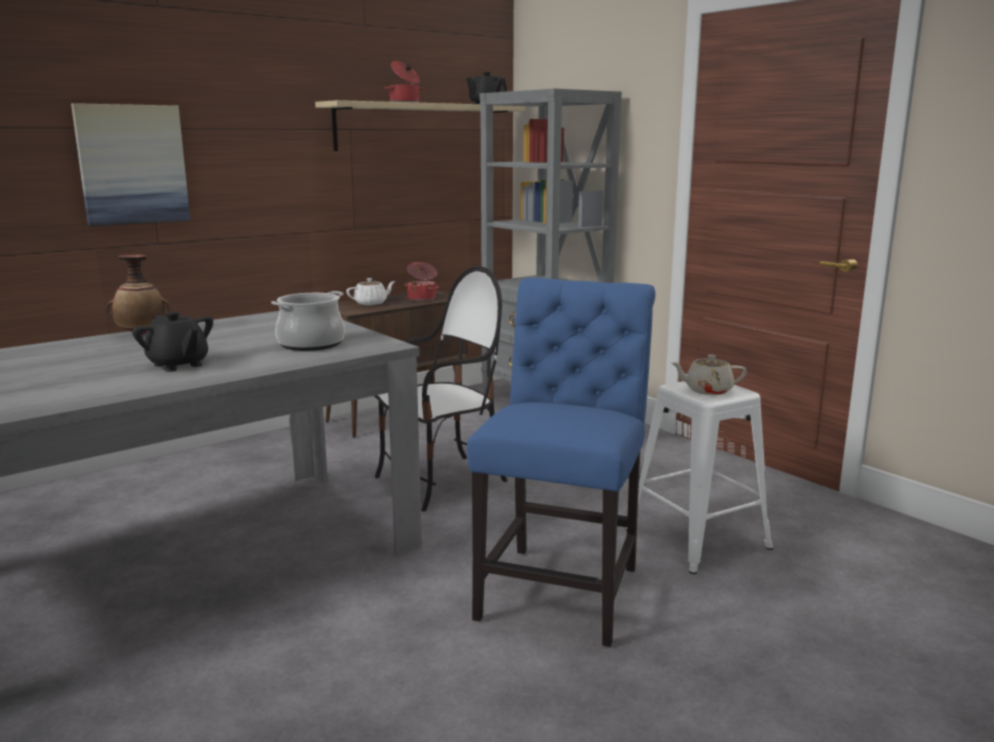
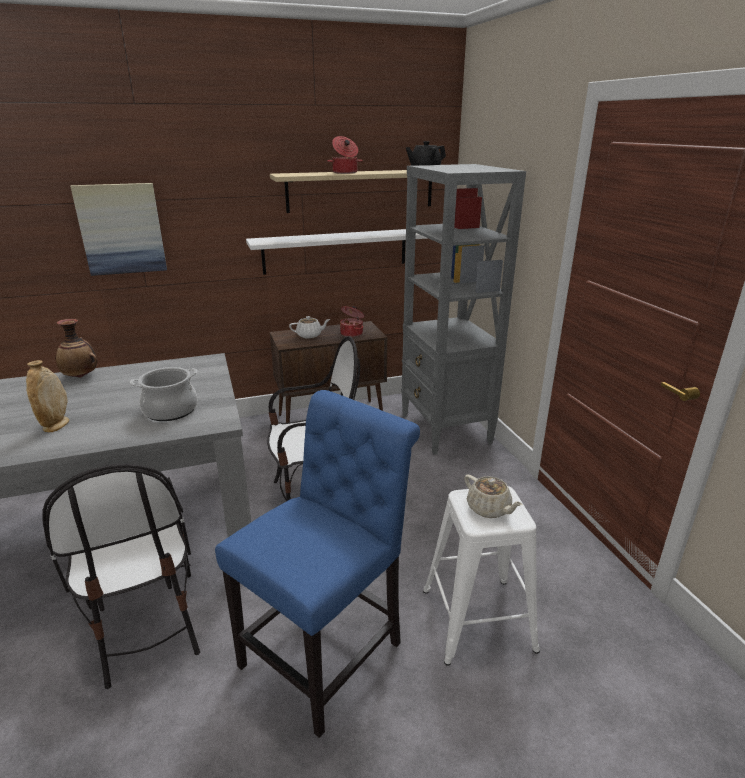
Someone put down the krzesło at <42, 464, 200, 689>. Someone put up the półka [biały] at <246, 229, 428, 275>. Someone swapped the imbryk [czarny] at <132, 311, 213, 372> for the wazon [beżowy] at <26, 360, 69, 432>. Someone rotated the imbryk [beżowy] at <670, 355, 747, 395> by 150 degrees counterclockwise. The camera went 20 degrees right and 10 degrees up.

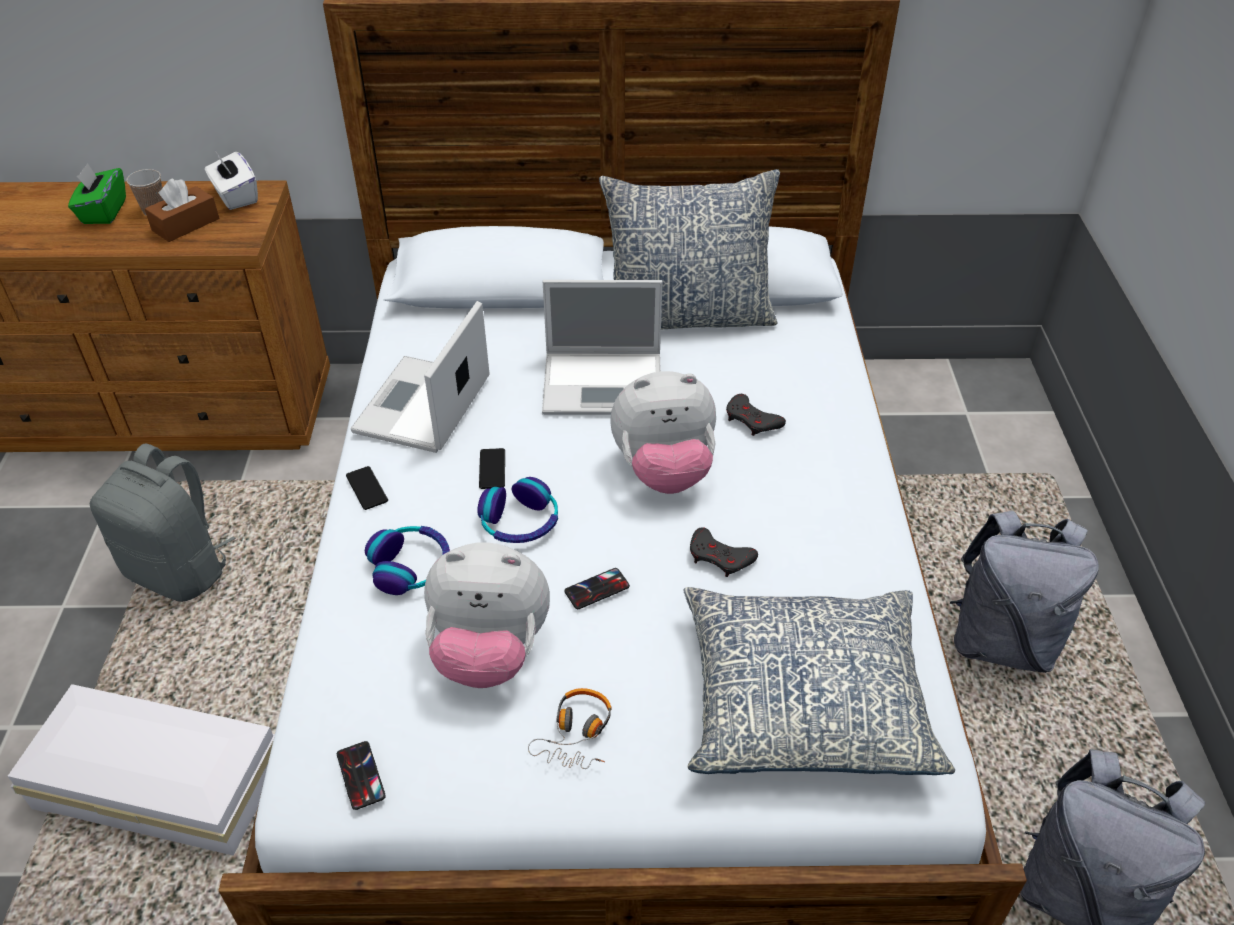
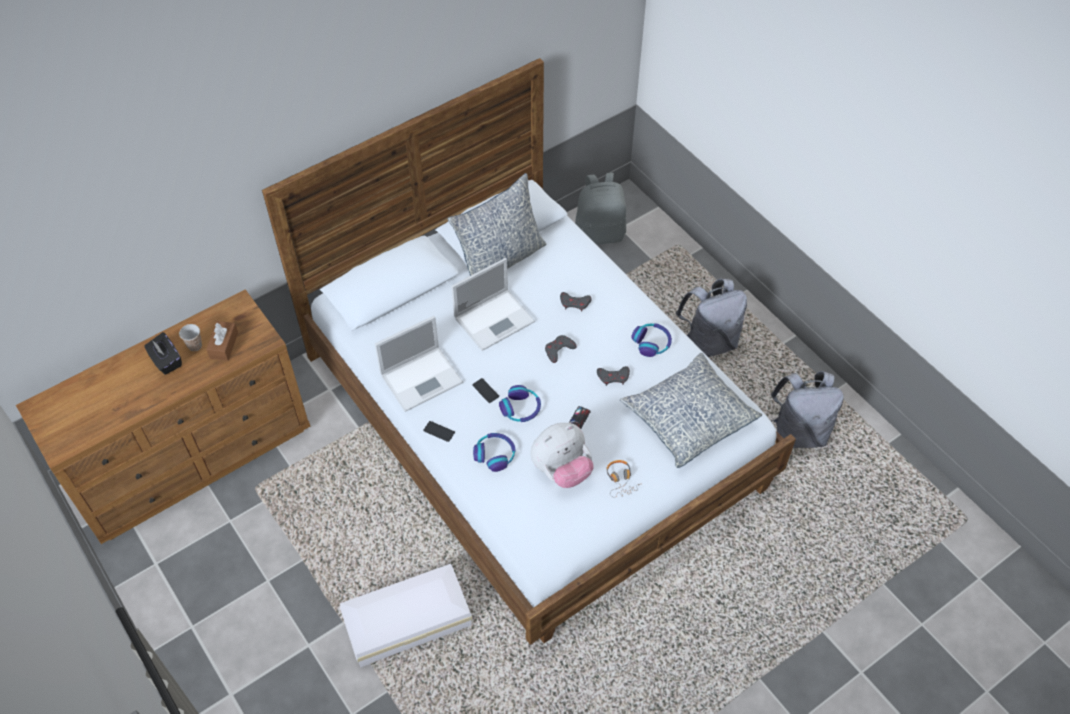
Someone took away the pudełko chusteczek [biały] at <205, 150, 258, 210>. Someone took away the telefon at <337, 741, 386, 810>. Someone put down the słuchawki at <631, 323, 672, 357>. Someone carried the plecak [szary] from <90, 443, 236, 602> to <575, 173, 626, 245>. Someone swapped the pluszak at <611, 371, 716, 494> for the pad do gier [szary] at <545, 335, 577, 363>. Someone repainted the pudełko chusteczek [zielony] at <68, 163, 126, 224>, which became the pudełko chusteczek [czarny] at <144, 332, 182, 375>. Someone rotated the laptop at <350, 301, 490, 453> by 105 degrees counterclockwise. The camera went 35 degrees left and 10 degrees up.

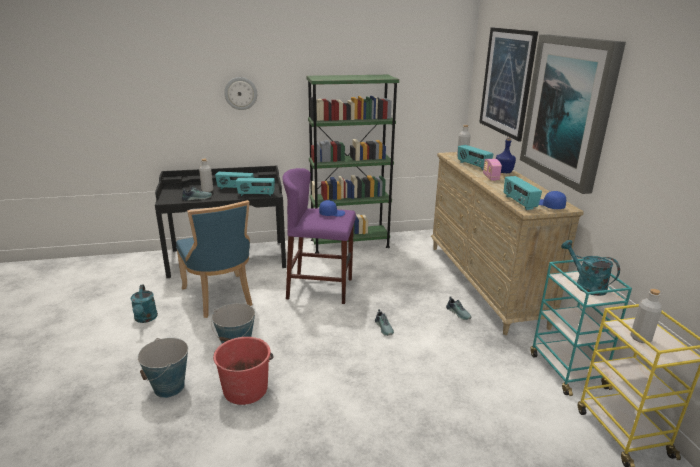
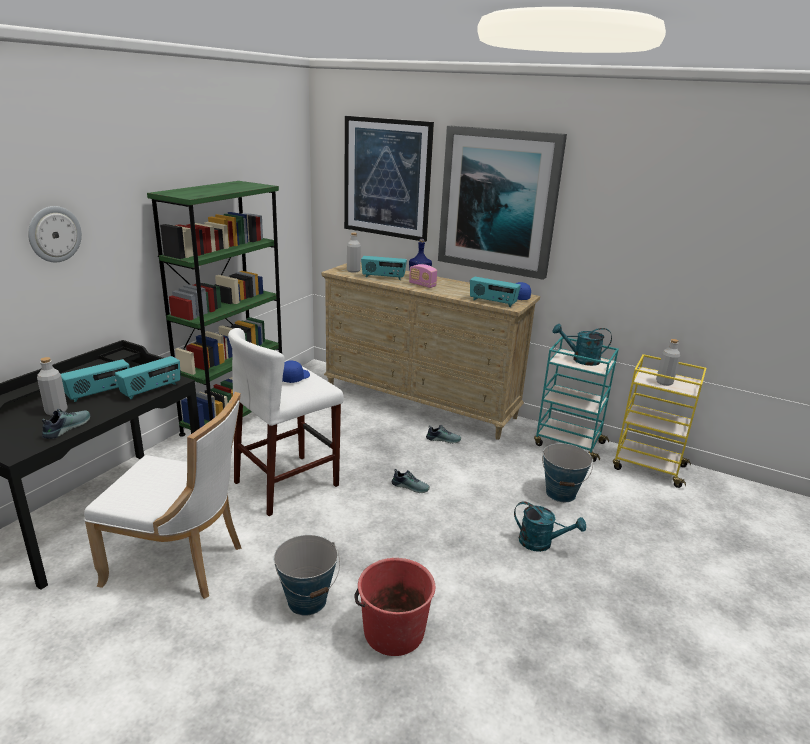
Someone carried the konewka [turkusowy] from <131, 284, 158, 323> to <514, 501, 586, 552>. Someone carried the wiadro from <138, 338, 188, 398> to <542, 443, 593, 502>. Someone repainted the krzesło [niebieski] at <176, 200, 253, 318>, which became the krzesło [biały] at <84, 392, 242, 599>. Someone repainted the stołek [fioletowy] at <282, 168, 356, 304>, which became the stołek [biały] at <228, 328, 344, 516>. The camera went 50 degrees left and 0 degrees up.

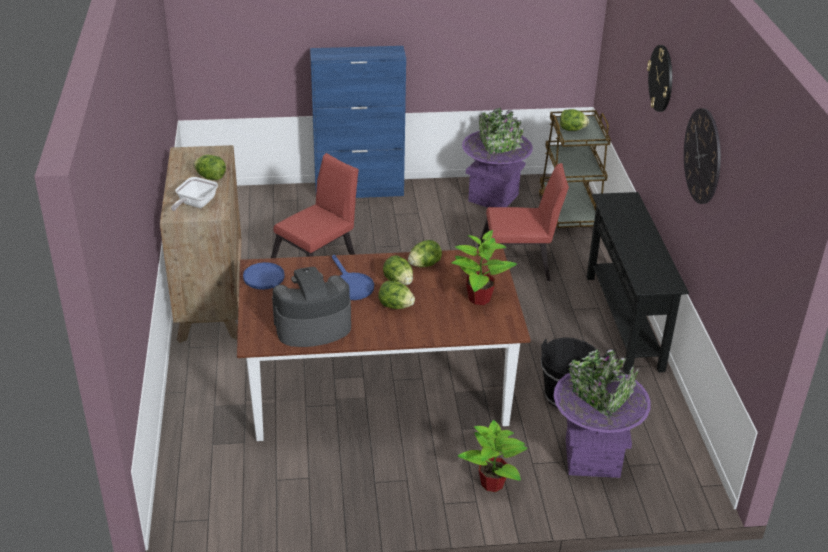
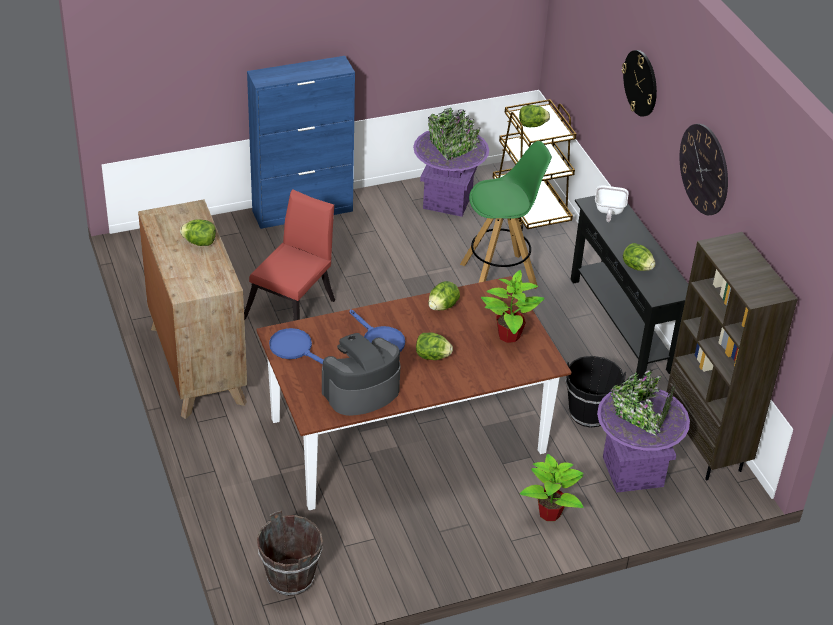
Someone put down the wiadro [brązowy] at <257, 511, 323, 596>. Someone put down the regał [brązowy] at <667, 232, 798, 480>. Someone carried the patelnia from <171, 177, 218, 211> to <595, 185, 629, 222>. Someone carried the sałata from <383, 255, 413, 285> to <623, 243, 656, 271>. Someone swapped the krzesło [czerwony] at <478, 163, 569, 281> for the stołek [zielony] at <460, 141, 552, 289>. The camera went 15 degrees left and 5 degrees up.

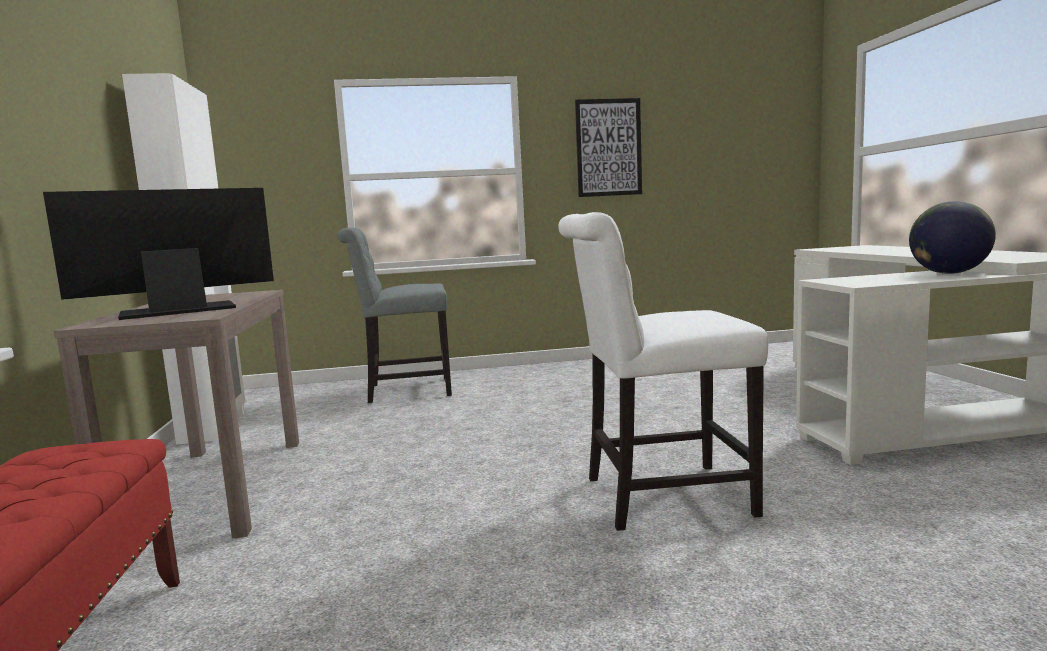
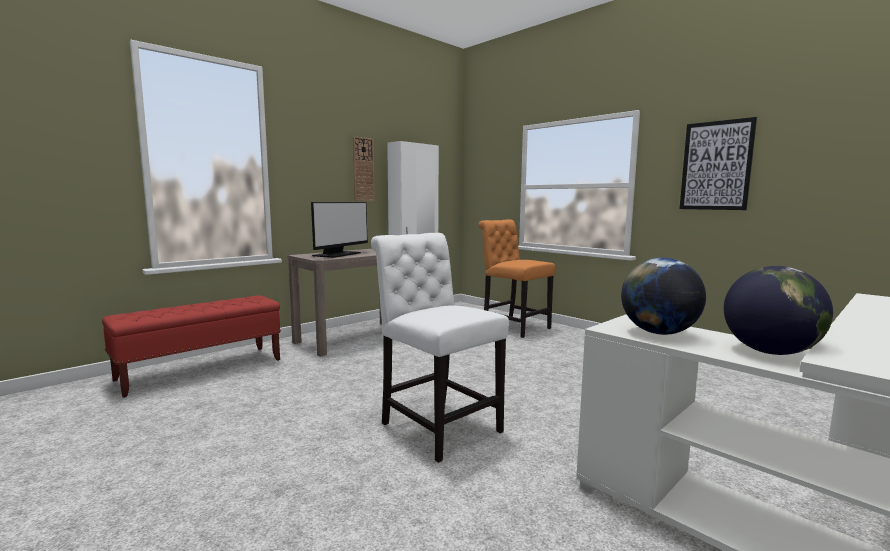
Someone put up the zegar ścienny at <353, 136, 375, 201>. Someone put down the globus at <621, 257, 706, 335>. Someone repainted the krzesło [szary] at <337, 228, 452, 403>, which became the krzesło [pomarańczowy] at <478, 220, 555, 338>. Someone rotated the monitor at <43, 188, 274, 320> by 90 degrees clockwise. The camera went 55 degrees right and 0 degrees up.

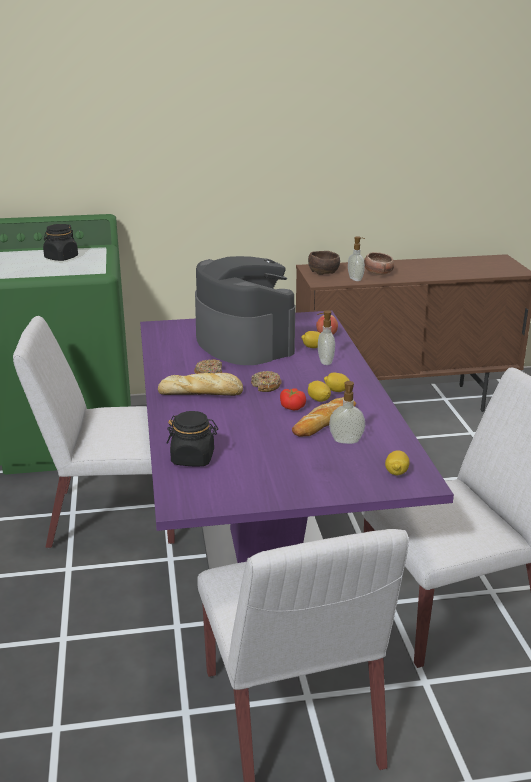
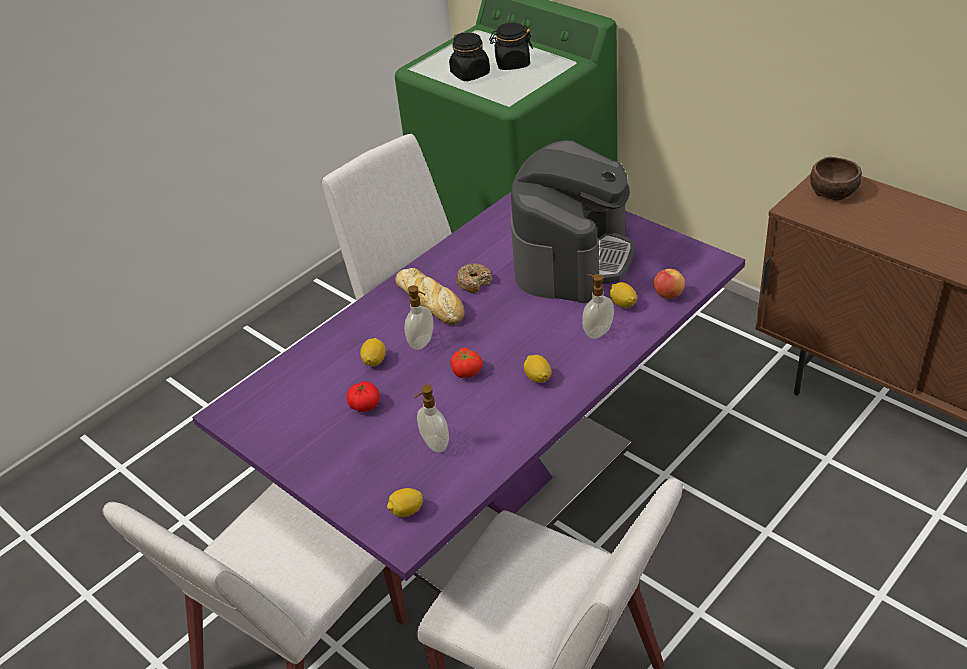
Someone took away the donut at <251, 371, 282, 392>. Someone took away the chleb at <292, 397, 356, 437>. Someone took away the miska at <364, 252, 394, 275>. Someone put down the pomidor at <347, 382, 380, 412>. Someone carried the słoik [czarny] from <167, 411, 218, 466> to <449, 33, 490, 81>. Someone carried the cytryna from <308, 381, 331, 402> to <360, 338, 386, 366>. Someone carried the dozownik mydła from <348, 236, 365, 281> to <404, 285, 433, 350>. The camera went 55 degrees right and 15 degrees up.

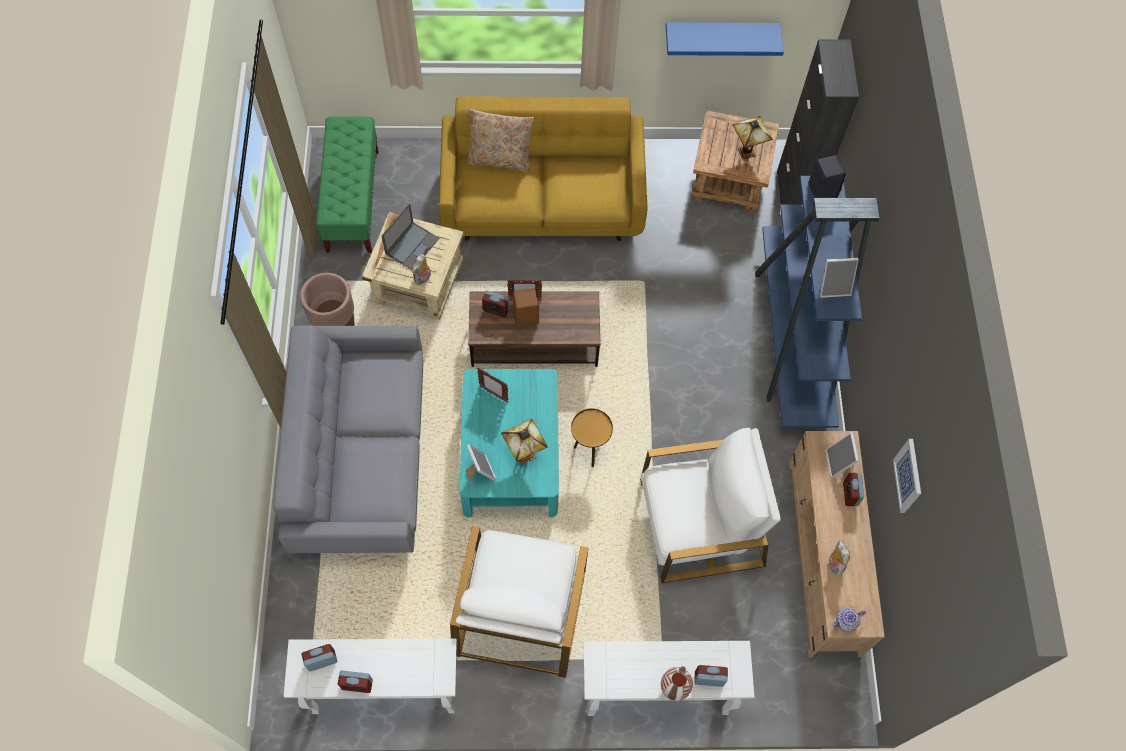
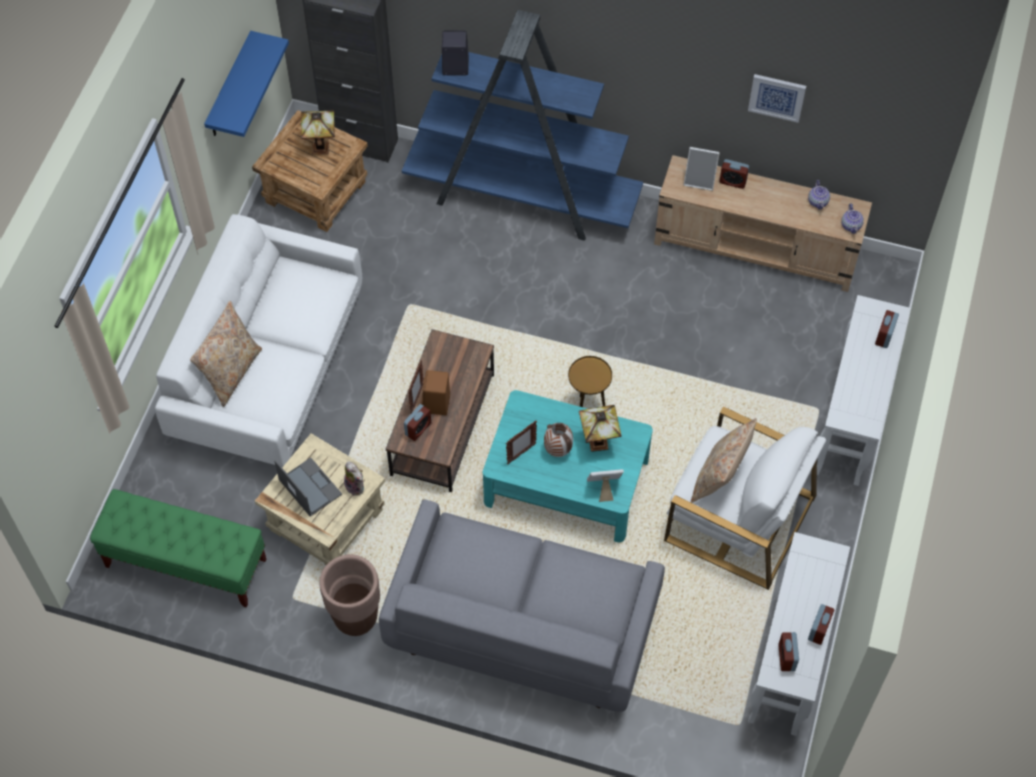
Someone took away the fotel [biały] at <640, 428, 781, 583>. Someone took away the ramka na zdjęcie at <820, 258, 859, 298>. Someone took away the pluszak at <829, 539, 850, 575>. Someone put down the poduszka [beżowy] at <691, 418, 757, 503>. Someone put down the imbryk at <808, 180, 830, 210>. Someone carried the wazon from <661, 666, 693, 701> to <544, 423, 573, 457>. Someone repainted the kanapa [żółty] at <439, 96, 648, 241>, which became the kanapa [biały] at <155, 214, 362, 467>. The camera went 70 degrees left and 5 degrees down.

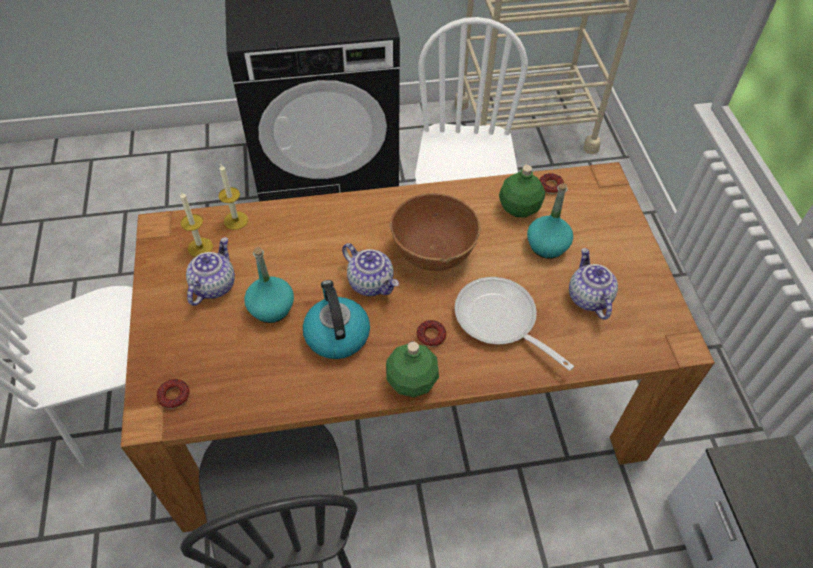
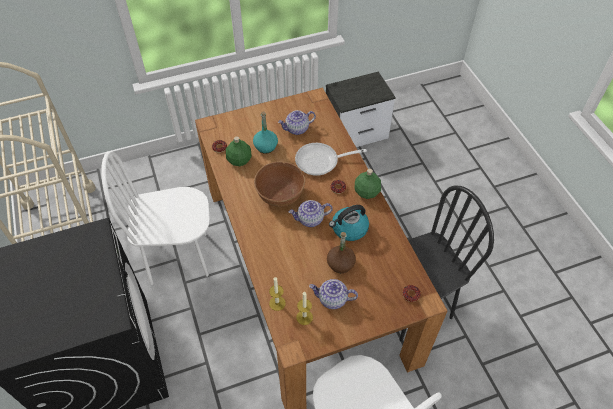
Someone repainted the butelka [turkusowy] at <244, 247, 294, 323>, which became the butelka [brązowy] at <327, 232, 356, 273>. Someone rotated the imbryk at <342, 243, 399, 296> by 135 degrees counterclockwise. Someone rotated the patelnia at <455, 277, 574, 371> by 45 degrees clockwise. The camera went 100 degrees left and 0 degrees up.

